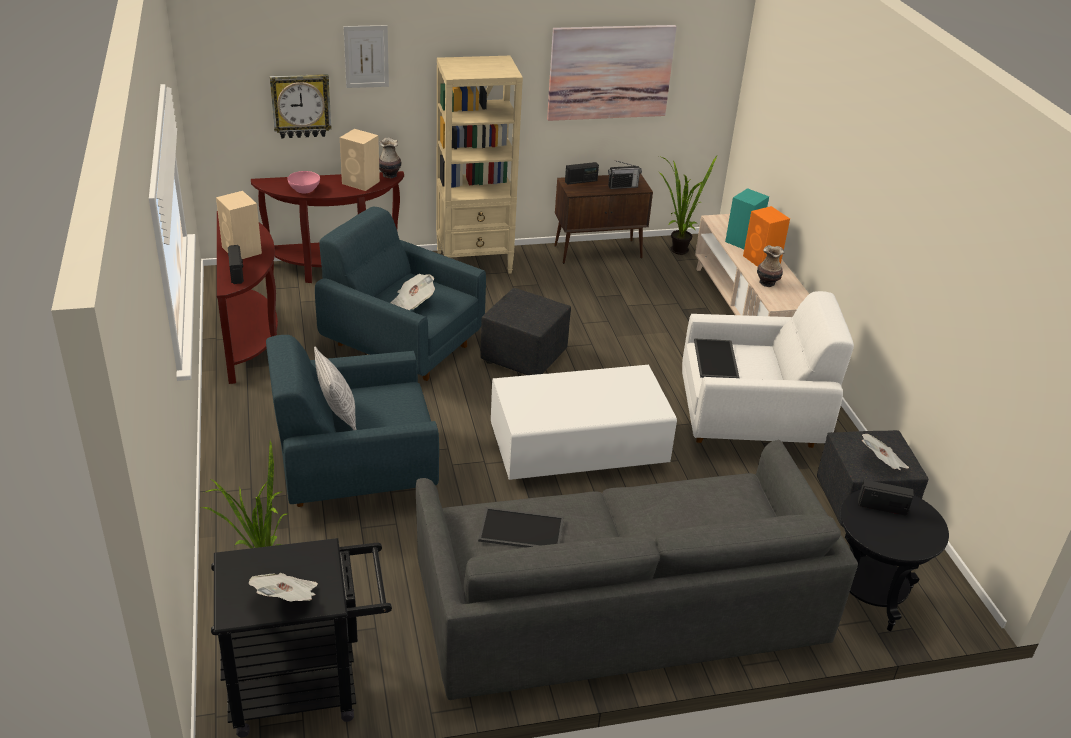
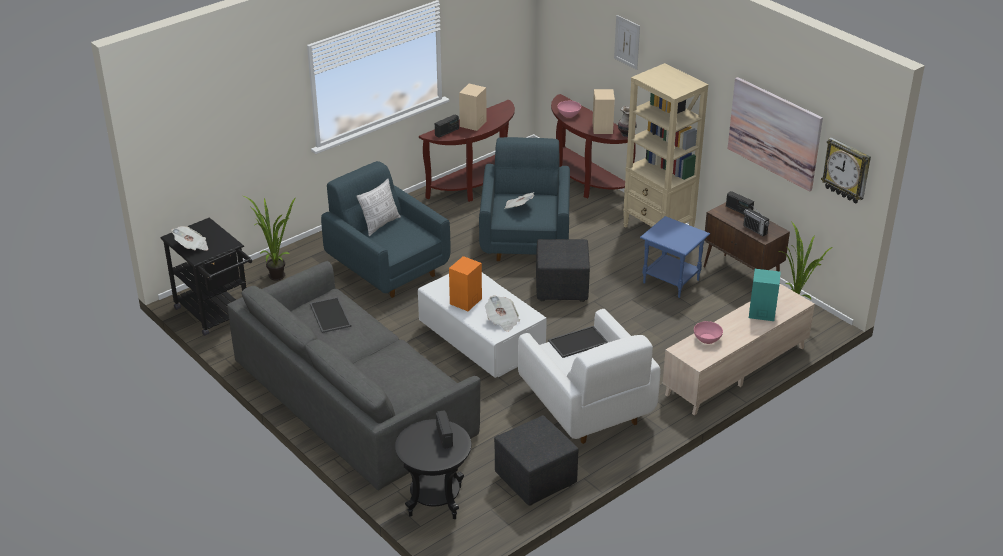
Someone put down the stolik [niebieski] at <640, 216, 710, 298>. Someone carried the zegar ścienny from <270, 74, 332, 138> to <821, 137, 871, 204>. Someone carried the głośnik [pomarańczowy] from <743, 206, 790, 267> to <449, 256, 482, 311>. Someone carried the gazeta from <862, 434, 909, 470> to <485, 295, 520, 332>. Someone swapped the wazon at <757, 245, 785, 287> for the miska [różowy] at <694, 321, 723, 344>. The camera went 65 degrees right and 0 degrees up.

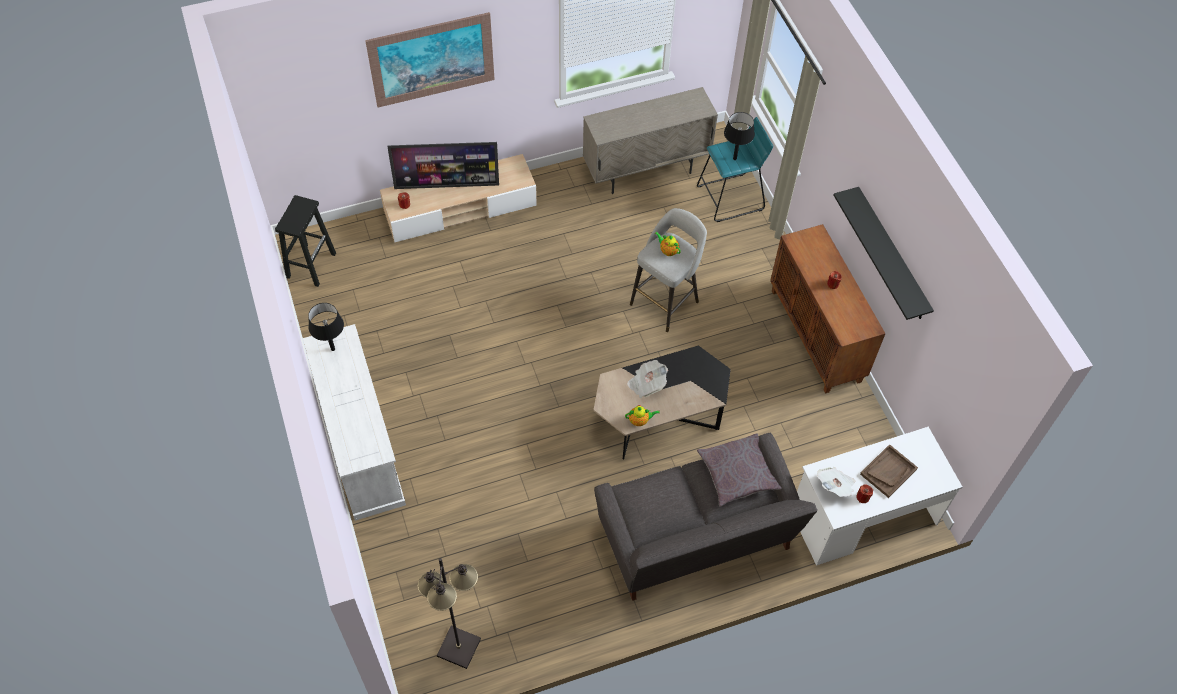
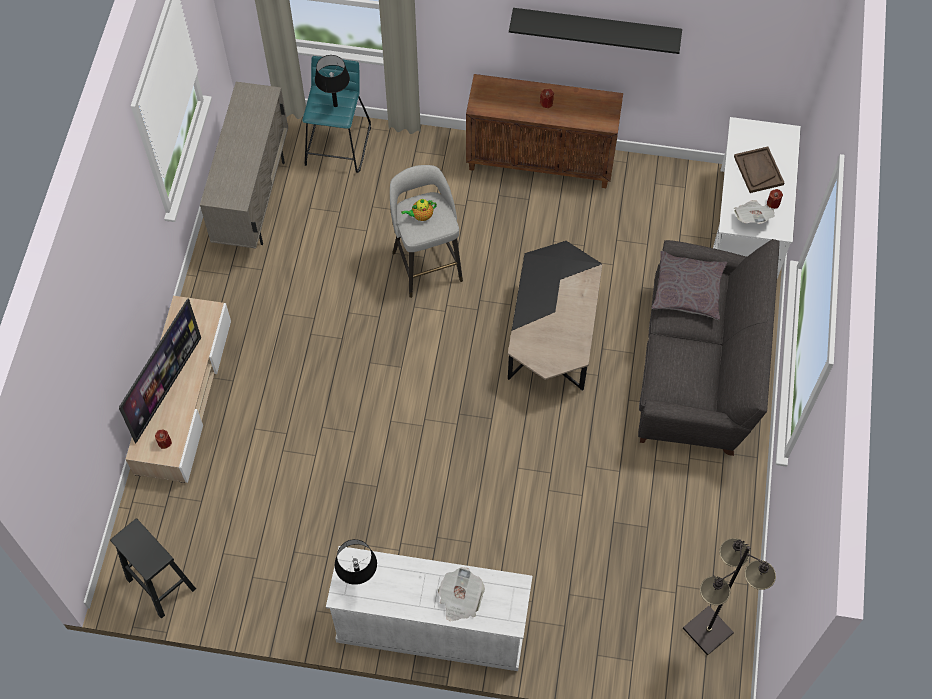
Someone took away the obraz at <365, 12, 495, 107>. Someone took away the imbryk at <625, 405, 660, 426>. Someone carried the gazeta from <627, 360, 668, 398> to <438, 567, 485, 621>. The camera went 60 degrees left and 5 degrees up.

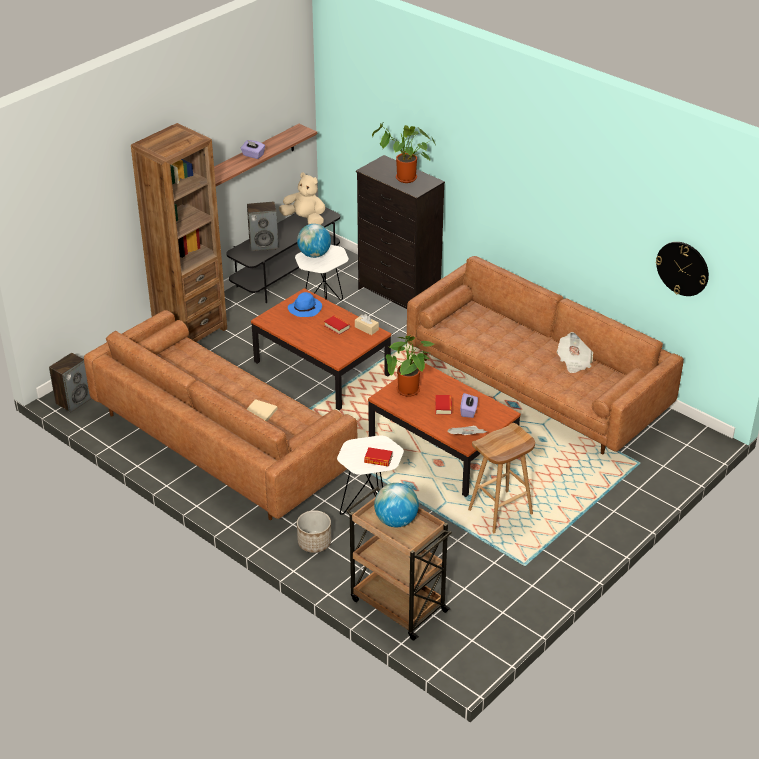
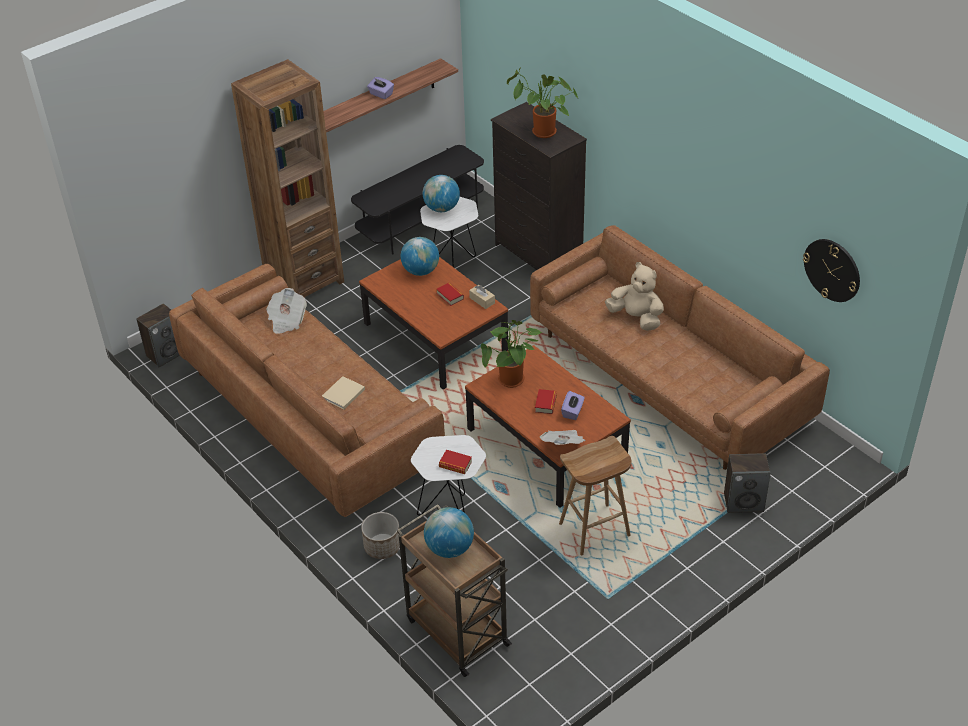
Someone carried the głośnik from <247, 202, 279, 251> to <724, 453, 771, 513>. Someone carried the pluszak [beżowy] from <279, 172, 325, 225> to <605, 262, 664, 331>. Someone carried the gazeta from <557, 332, 593, 373> to <266, 288, 307, 334>. Someone swapped the kapelusz [niebieski] at <288, 292, 322, 317> for the globus at <401, 237, 439, 276>. The camera went 10 degrees right and 5 degrees up.

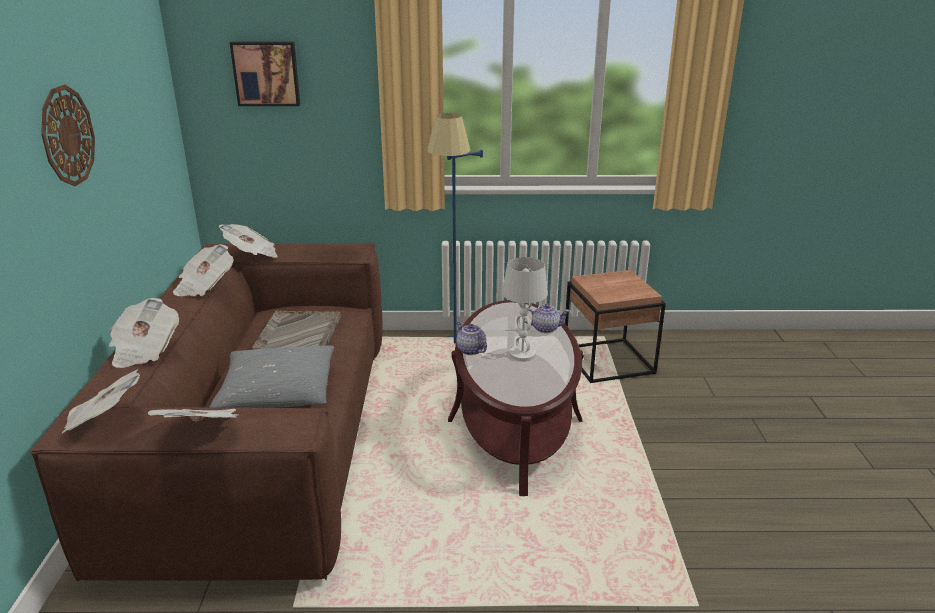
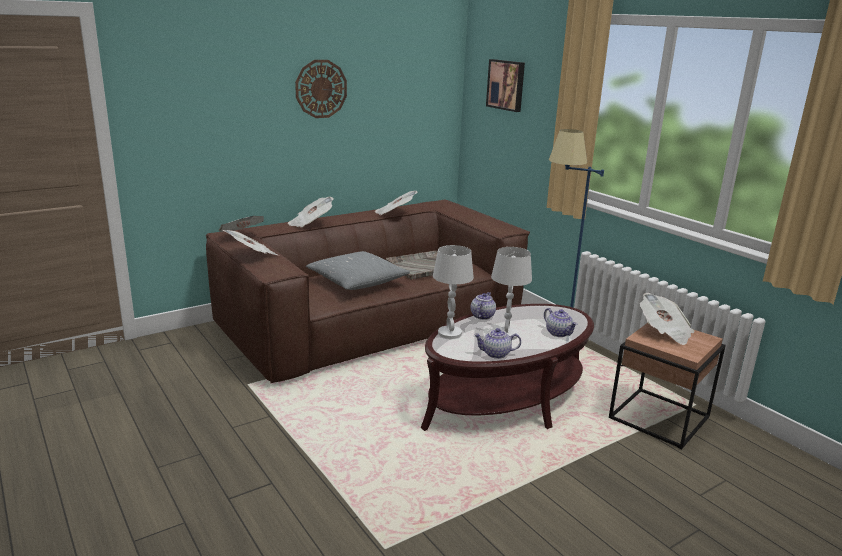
Someone put down the lampa stołowa [biały] at <433, 245, 474, 339>. Someone put down the imbryk at <474, 328, 521, 359>. Someone carried the gazeta from <219, 224, 277, 258> to <640, 293, 694, 345>. The camera went 55 degrees right and 5 degrees down.

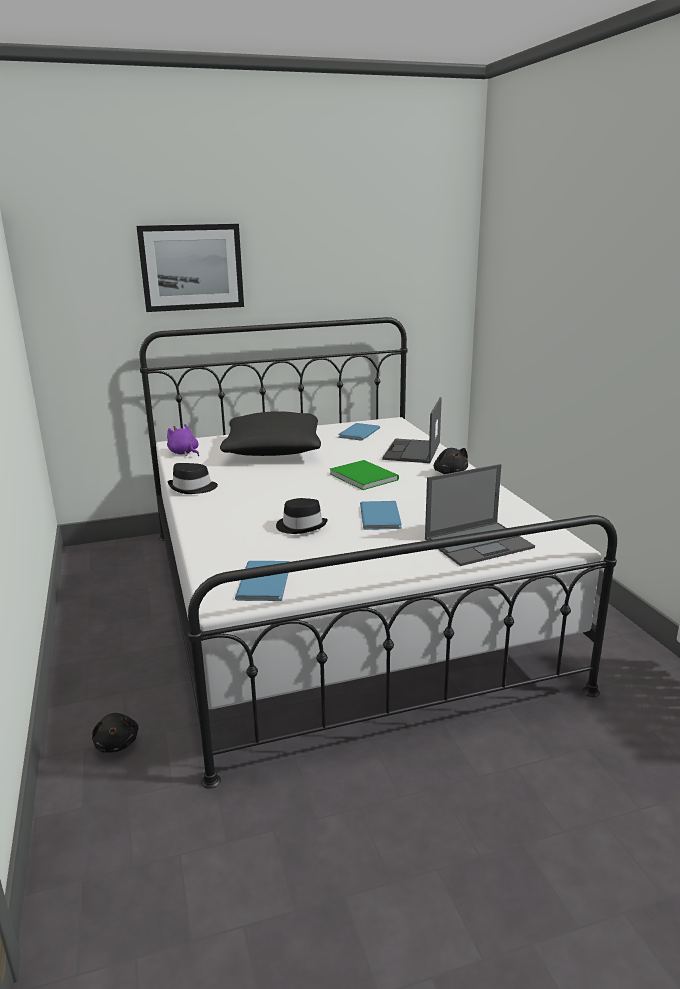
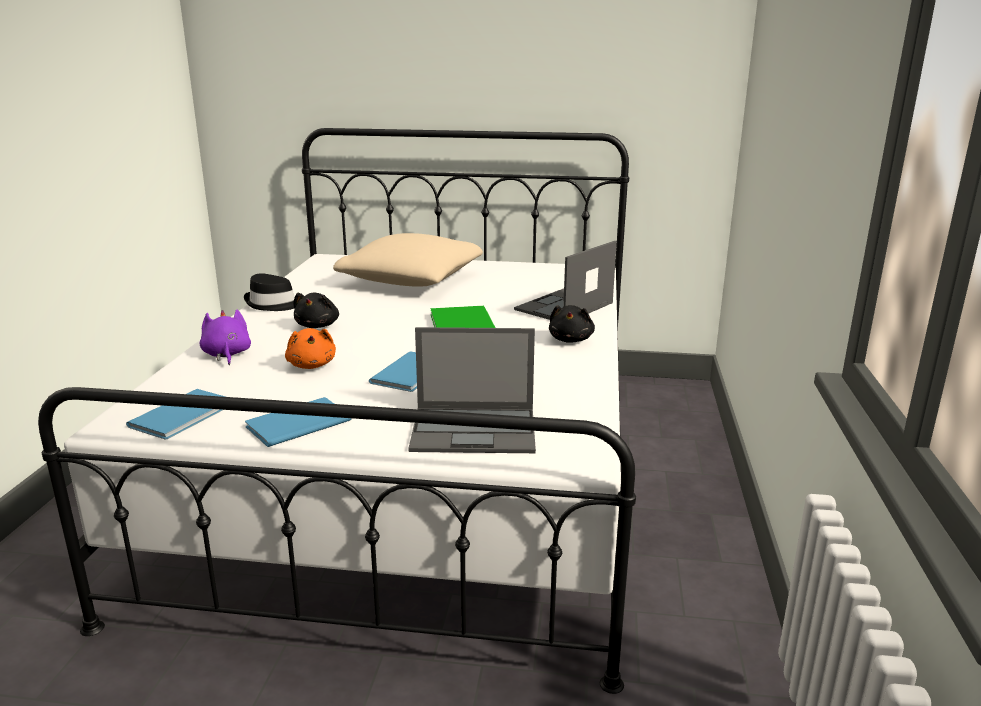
Someone took away the obraz at <137, 224, 244, 312>. Someone carried the pluszak [czarny] from <92, 713, 139, 753> to <293, 292, 339, 328>. Someone carried the pluszak [fioletowy] from <167, 424, 199, 456> to <200, 309, 251, 365>. Someone carried the książka [niebieski] from <338, 423, 380, 441> to <245, 397, 351, 447>. Someone swapped the kapelusz [czarny] at <276, 498, 328, 534> for the pluszak [pomarańczowy] at <285, 328, 336, 369>. Someone repainted the poduszka [czarny] at <220, 411, 321, 456>, which became the poduszka [beżowy] at <333, 233, 483, 287>. The camera went 25 degrees right and 0 degrees up.

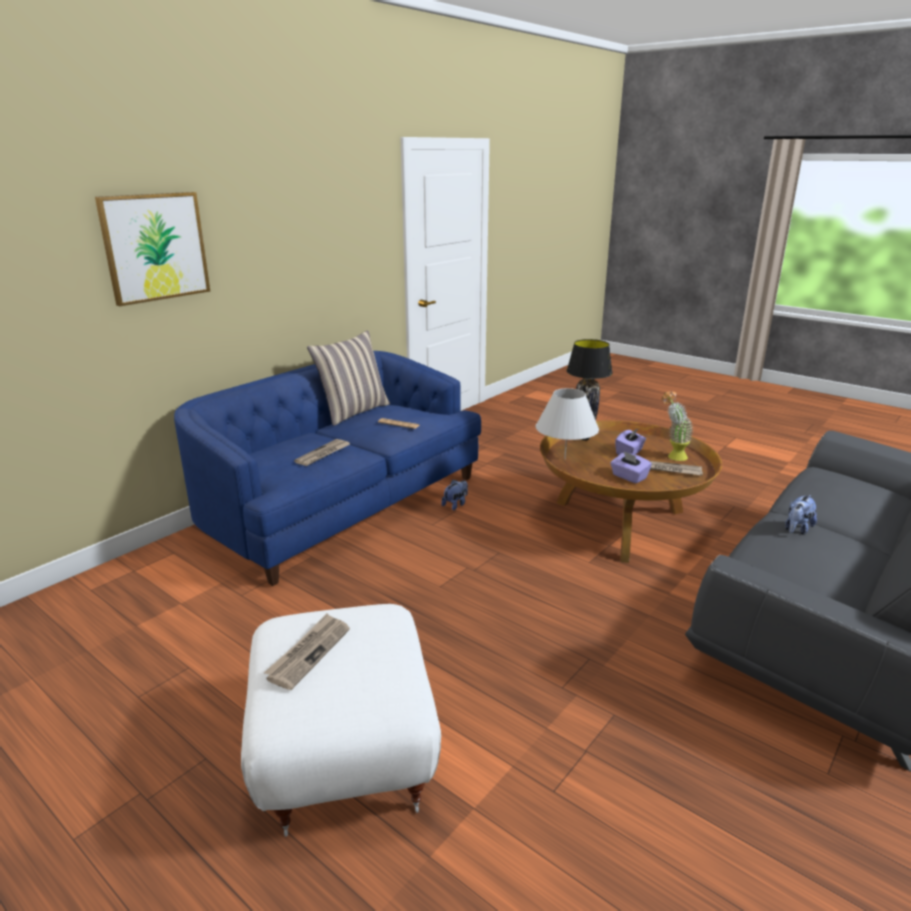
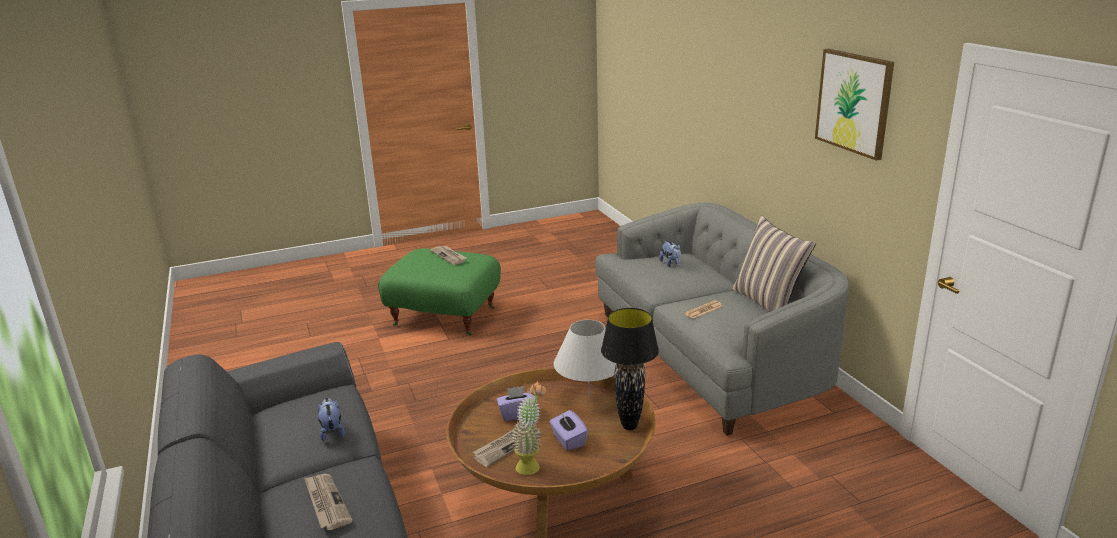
Someone carried the obraz from <95, 192, 210, 306> to <815, 49, 894, 161>. Someone carried the gazeta from <294, 439, 350, 466> to <304, 474, 353, 530>. Someone carried the pluszak from <441, 480, 468, 511> to <659, 241, 681, 267>. Someone repainted the kanapa [niebieski] at <174, 351, 481, 586>, which became the kanapa [szary] at <595, 203, 849, 436>. Someone repainted the pufa [biały] at <241, 604, 441, 837>, which became the pufa [zielony] at <378, 248, 501, 336>. The camera went 120 degrees right and 0 degrees up.

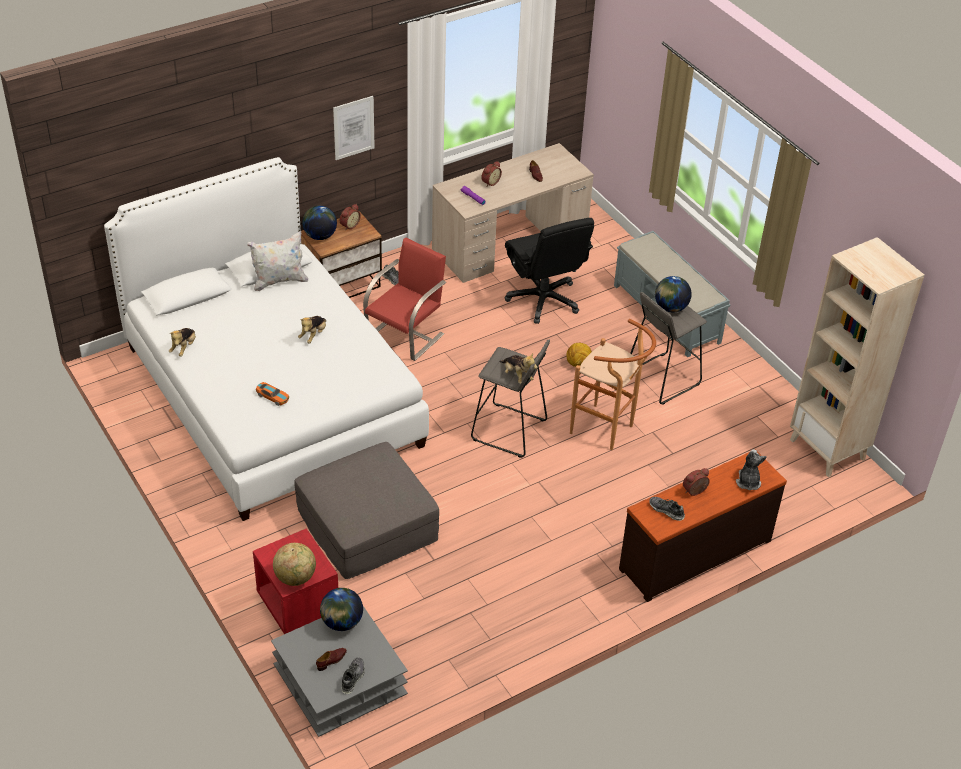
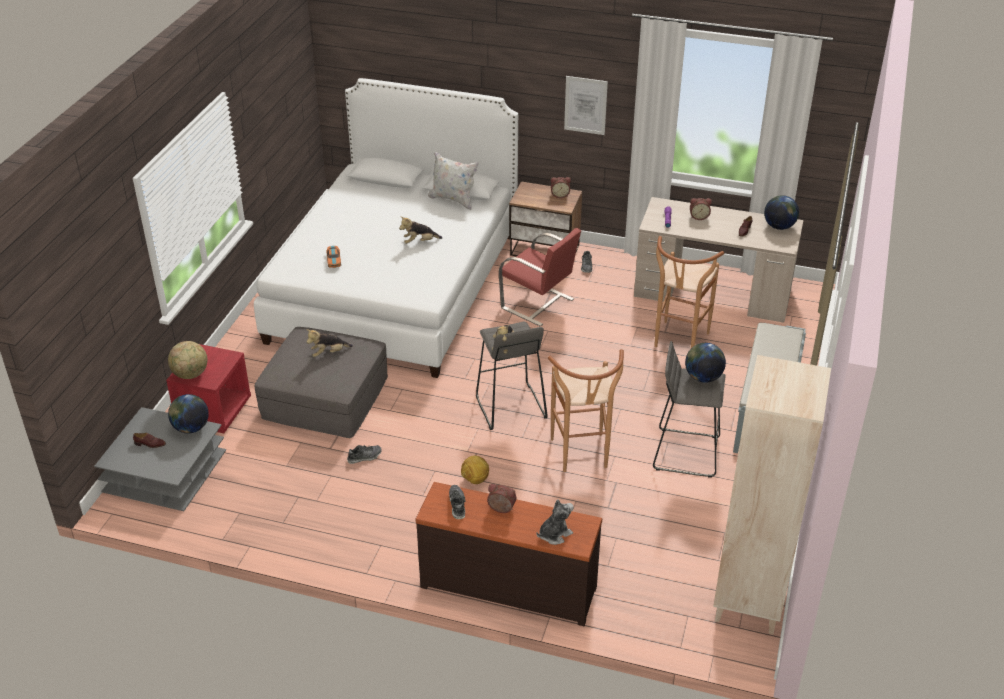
Someone carried the pluszak from <169, 328, 196, 357> to <306, 329, 353, 357>. Someone carried the globus from <302, 206, 337, 240> to <764, 195, 799, 230>. Someone carried the but from <341, 657, 365, 694> to <347, 445, 382, 464>. Someone carried the piłka futbolowa from <566, 343, 592, 367> to <461, 456, 489, 484>. Someone swapped the krzesło biurowe [czarny] at <505, 218, 594, 324> for the stołek [brązowy] at <654, 236, 724, 348>. Someone rotated the krzesło [czerwony] at <363, 238, 446, 361> by 45 degrees clockwise. The camera went 50 degrees right and 5 degrees down.

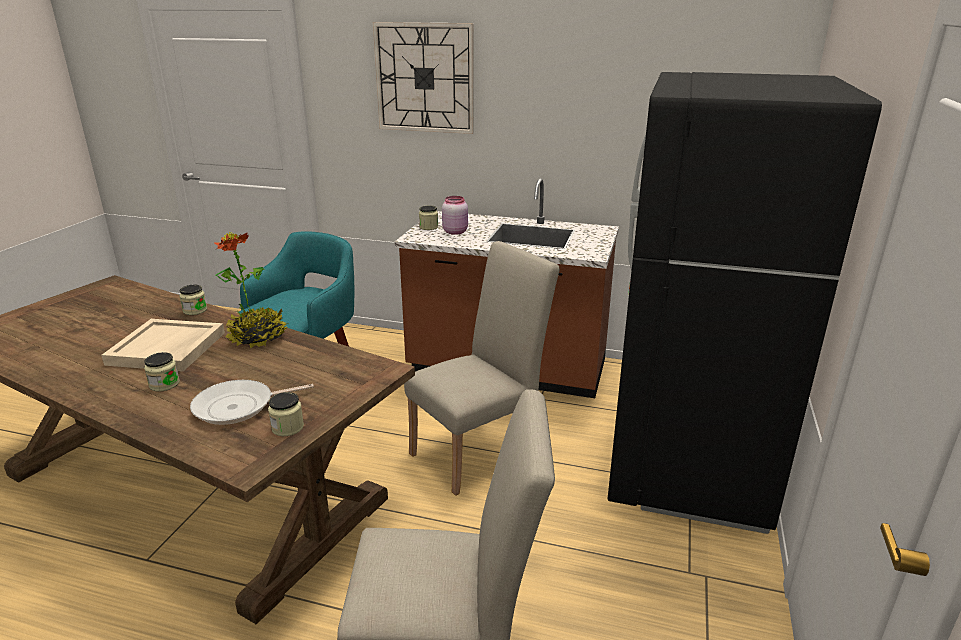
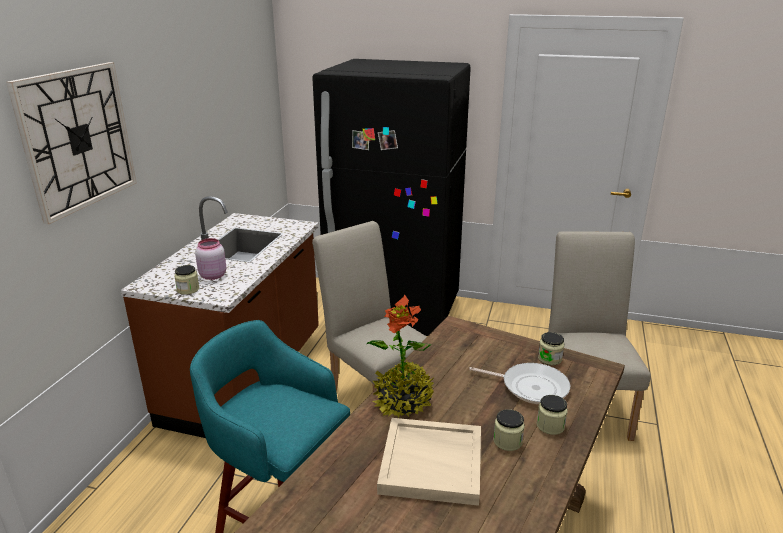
Someone carried the słoik from <179, 285, 207, 315> to <536, 395, 568, 435>. Someone rotated the patelnia at <190, 380, 314, 425> by 45 degrees counterclockwise. The camera went 90 degrees left and 0 degrees up.

